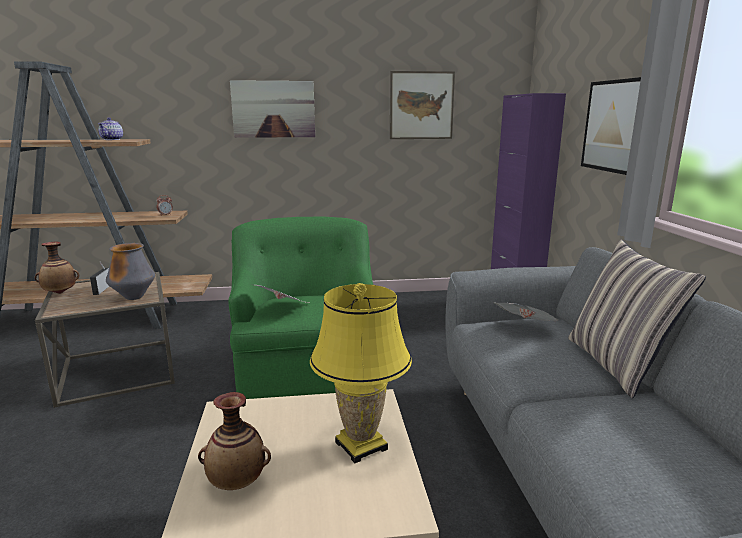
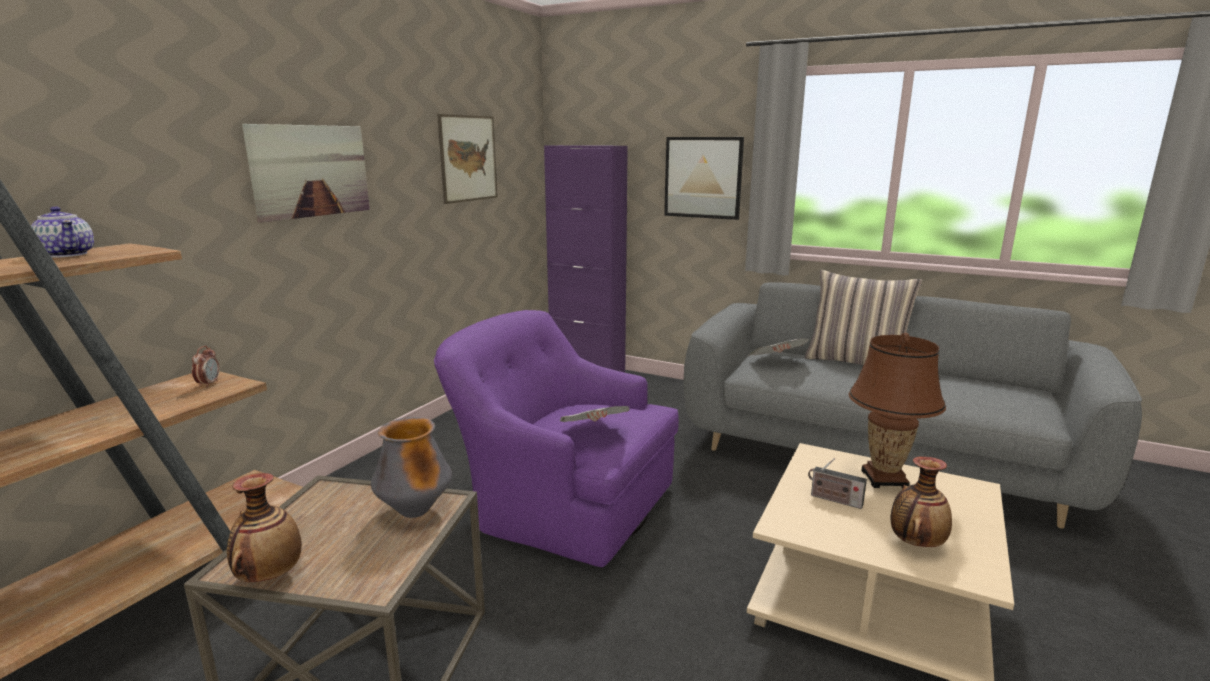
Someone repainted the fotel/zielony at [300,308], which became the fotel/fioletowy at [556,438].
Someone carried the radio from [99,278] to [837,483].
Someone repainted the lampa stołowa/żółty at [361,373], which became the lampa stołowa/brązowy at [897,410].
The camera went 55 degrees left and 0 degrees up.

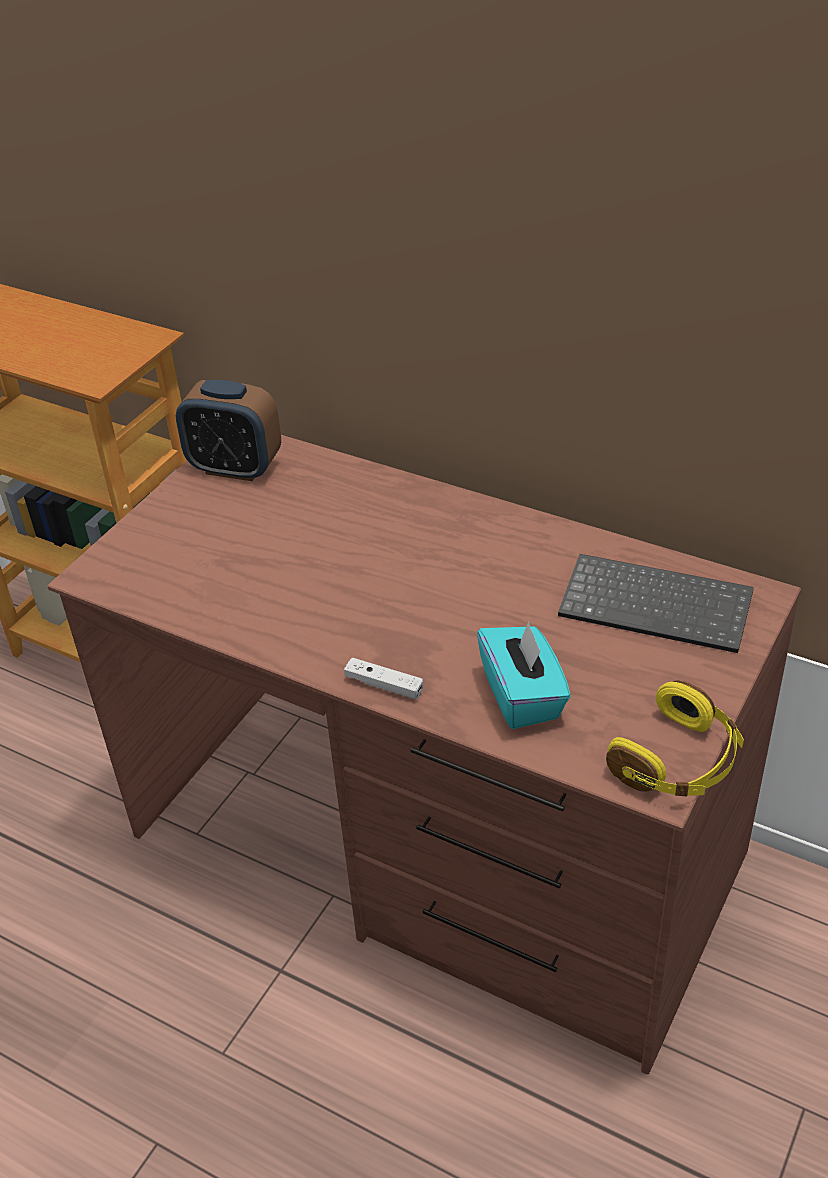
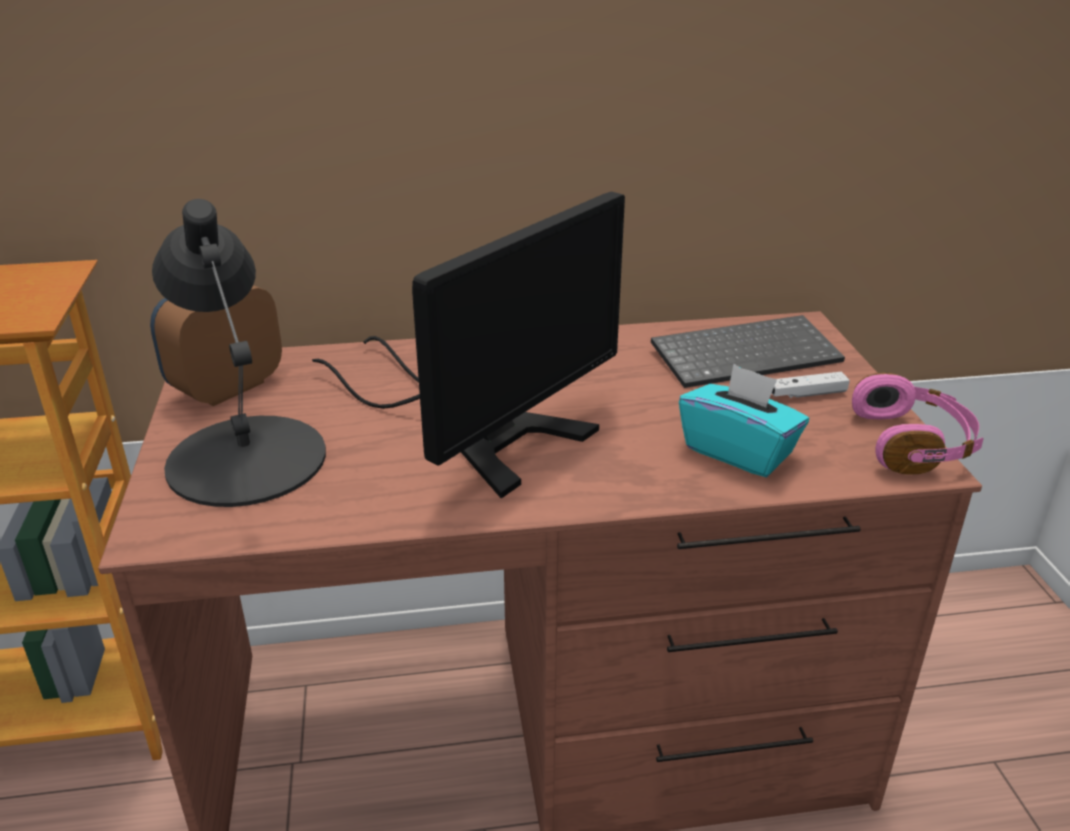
Someone rotated the budzik at [228,430] by 150 degrees clockwise.
Someone put down the lampa stołowa/czarny at [239,353].
Someone put down the monitor at [468,344].
Someone carried the pad do gier/biały from [383,678] to [810,385].
Someone repainted the słuchawki/żółty at [675,738], which became the słuchawki/różowy at [918,424].
The camera went 40 degrees left and 10 degrees down.

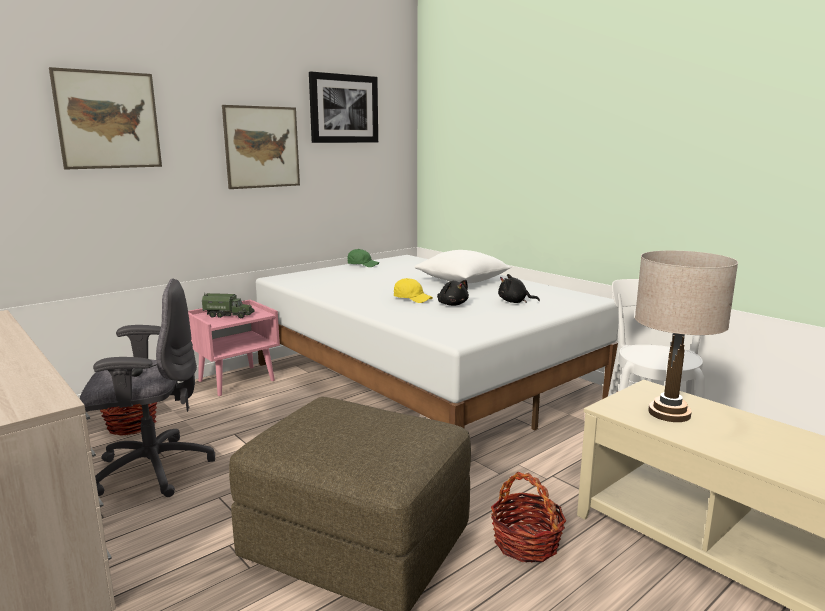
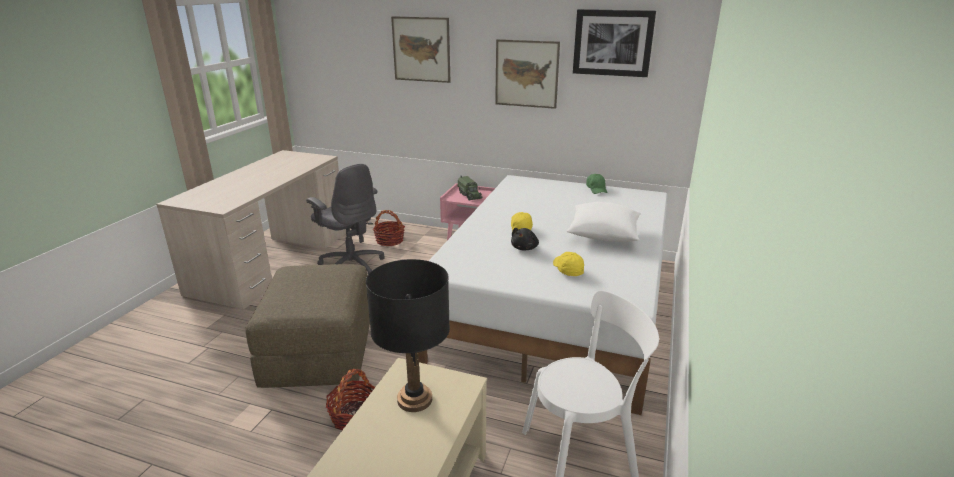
Someone repainted the lampa stołowa/beżowy at [686,336], which became the lampa stołowa/czarny at [408,335].
Someone swapped the pluszak/czarny at [519,288] for the czapka z daszkiem/żółty at [568,264].
The camera went 60 degrees right and 10 degrees up.

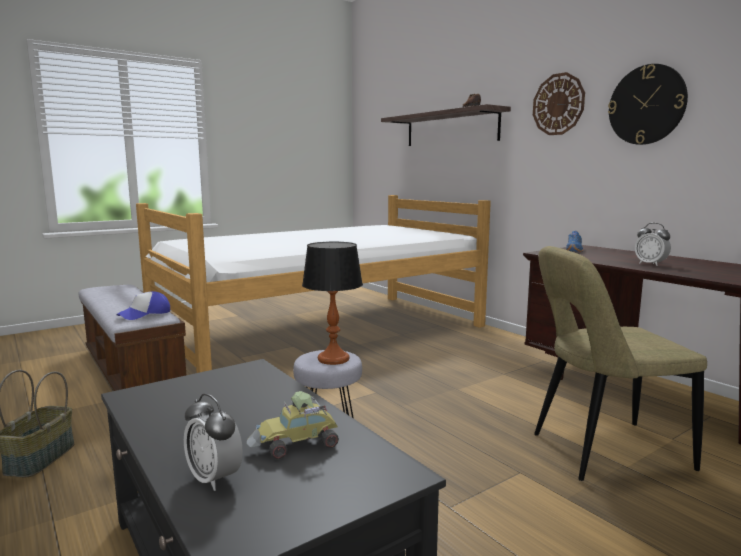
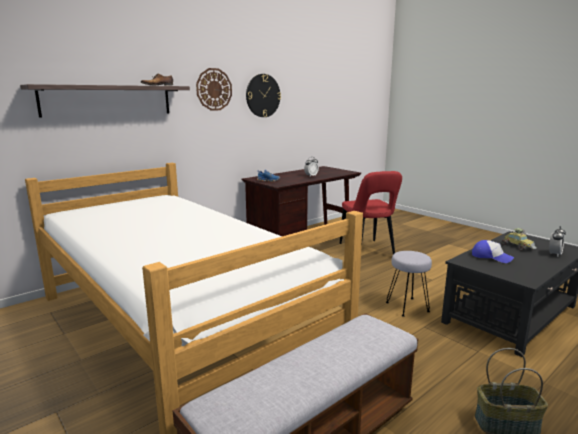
Someone repainted the krzesło/beżowy at [620,363], which became the krzesło/czerwony at [371,212].
Someone carried the czapka z daszkiem from [143,305] to [493,251].
Someone took away the lampa stołowa at [332,303].
The camera went 95 degrees left and 5 degrees up.

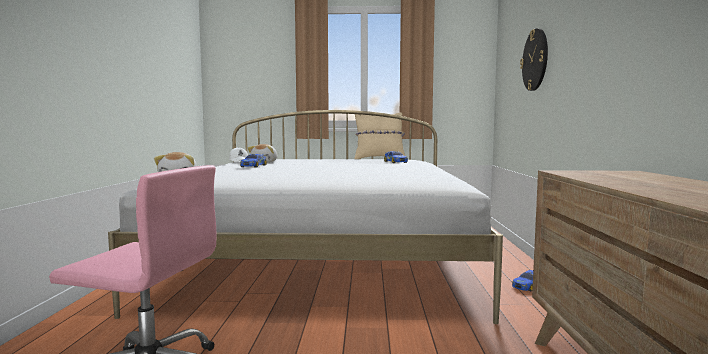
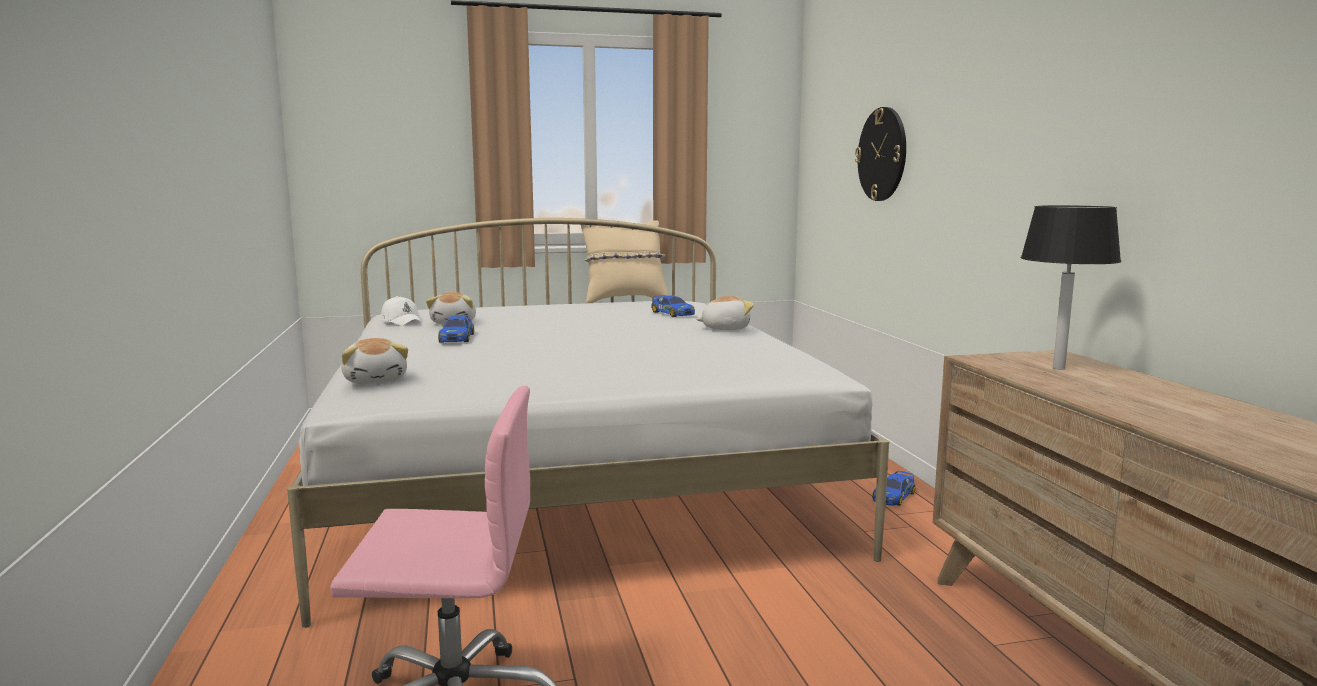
Someone put down the pluszak at [725,313].
Someone put down the lampa stołowa/czarny at [1071,287].
The camera went 15 degrees left and 5 degrees up.

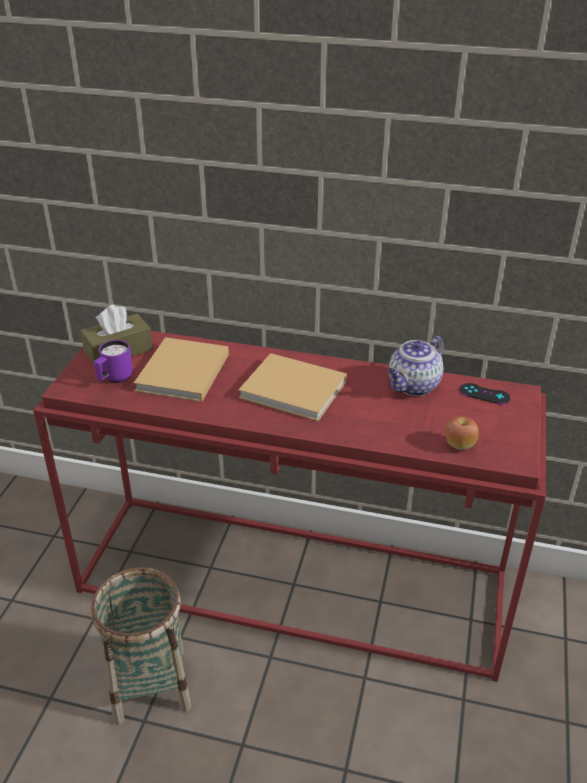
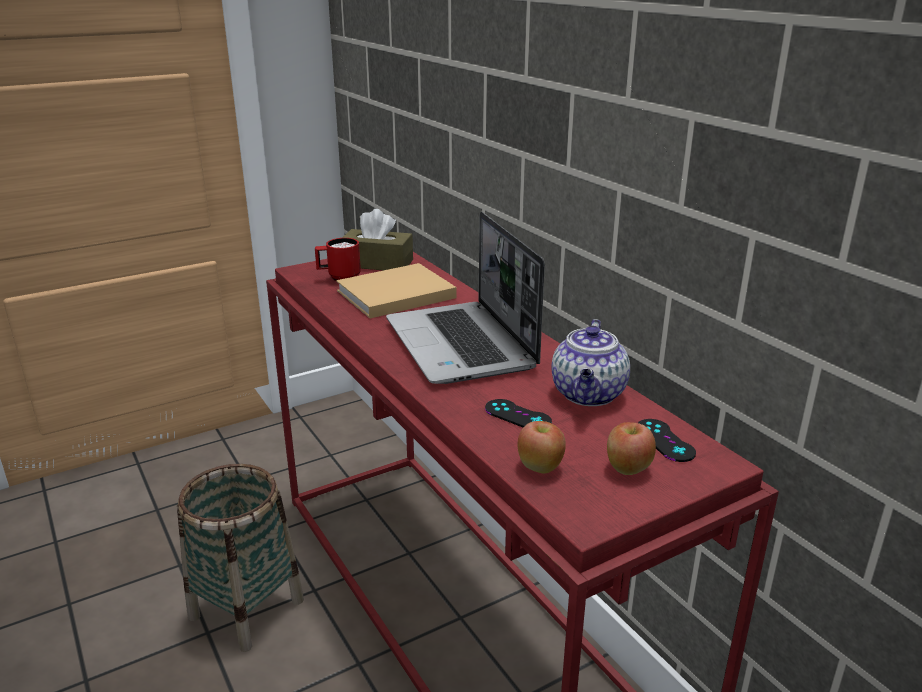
Someone repainted the kubek/fioletowy at [113,361], which became the kubek/czerwony at [338,259].
Someone swapped the książka/beżowy at [292,387] for the laptop at [465,298].
Someone put down the pad do gier/czarny at [518,413].
Someone rotated the imbryk at [416,366] by 75 degrees counterclockwise.
Someone put down the jabłko at [631,448].
The camera went 45 degrees right and 10 degrees down.

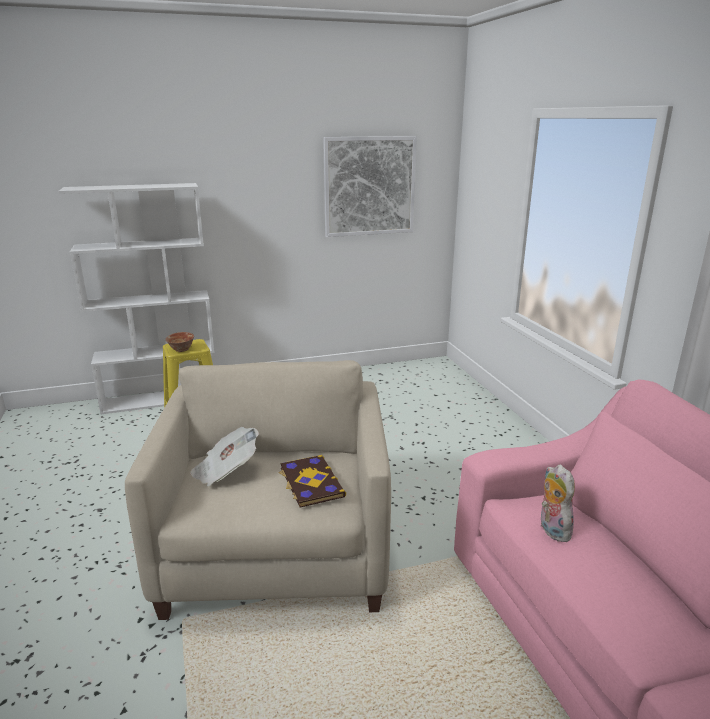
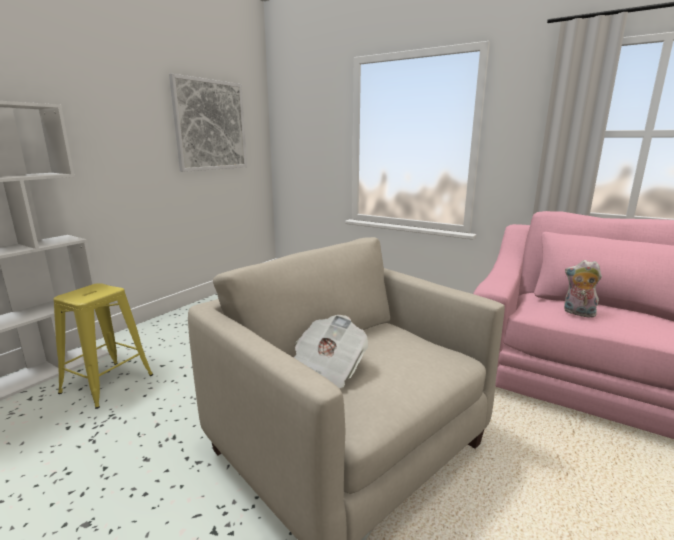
Someone took away the miska at [180,342].
Someone took away the książka at [312,481].
The camera went 40 degrees left and 5 degrees down.

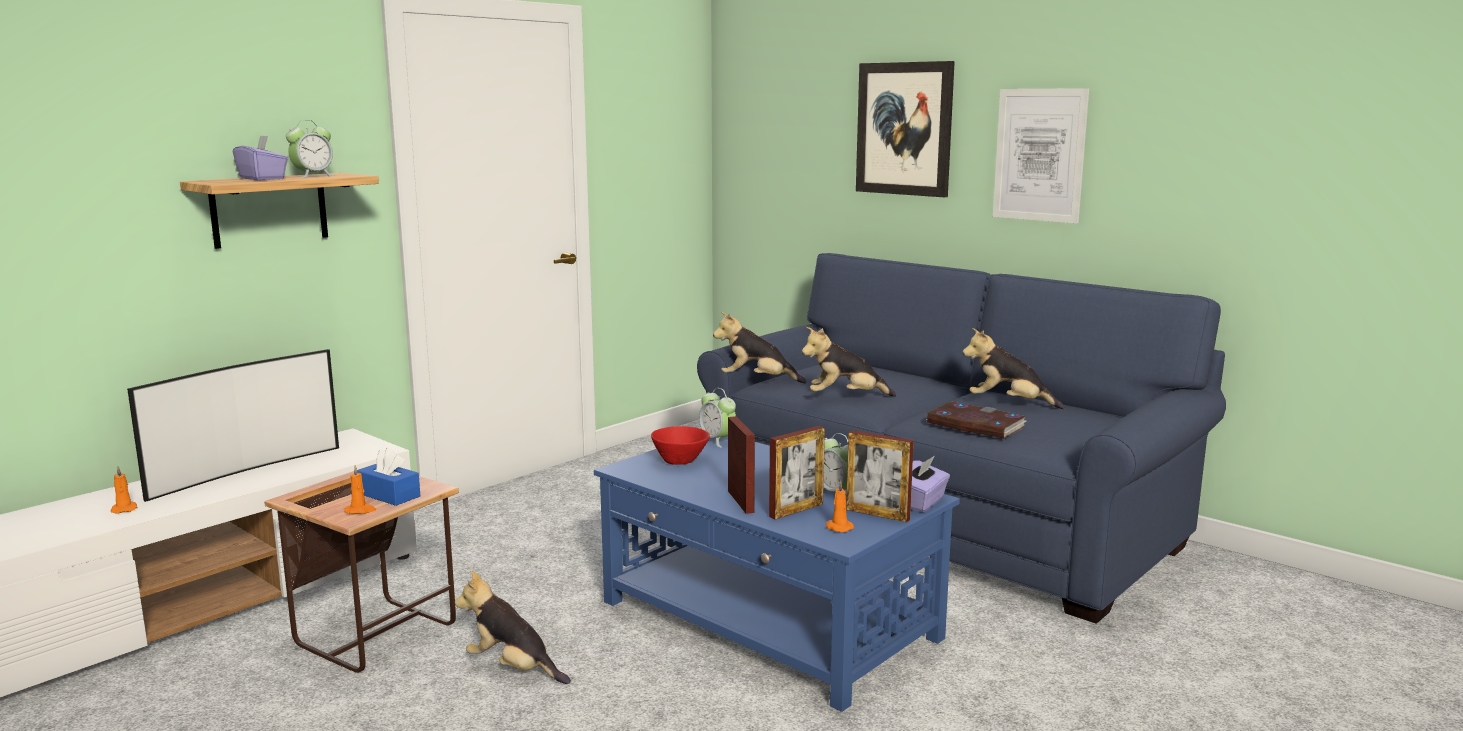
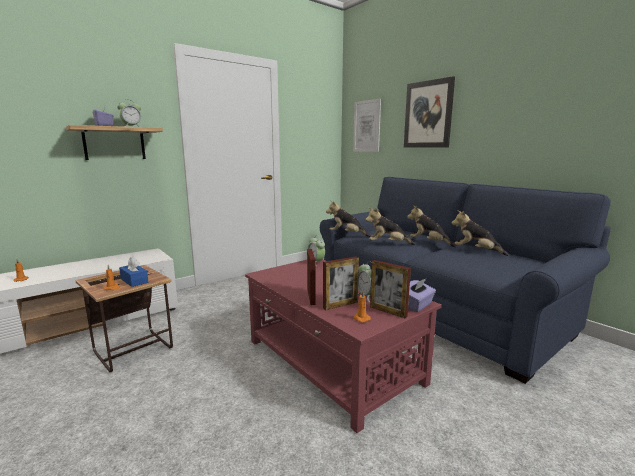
Someone repainted the ława/niebieski at [777,574], which became the ława/czerwony at [343,346].
Someone carried the obraz from [1041,156] to [367,125].
Someone carried the pluszak from [513,627] to [431,226].
Someone took away the telewizor at [233,425].
Someone took away the miska/czerwony at [680,445].
Someone took away the książka at [976,419].
The camera went 10 degrees right and 0 degrees up.

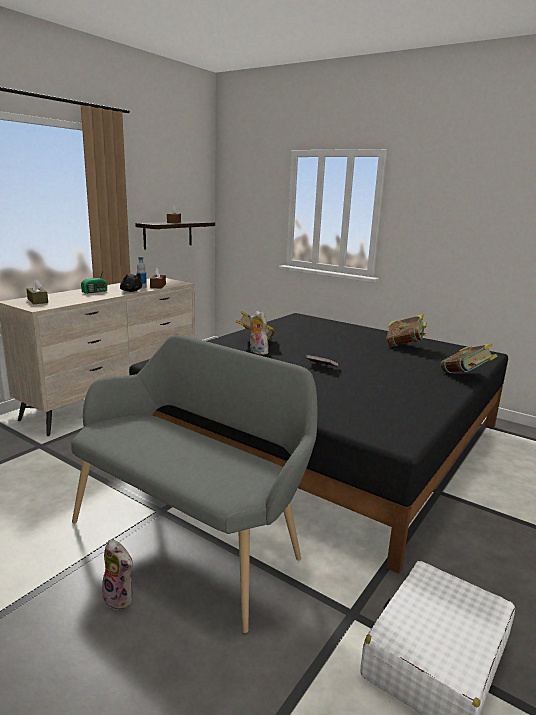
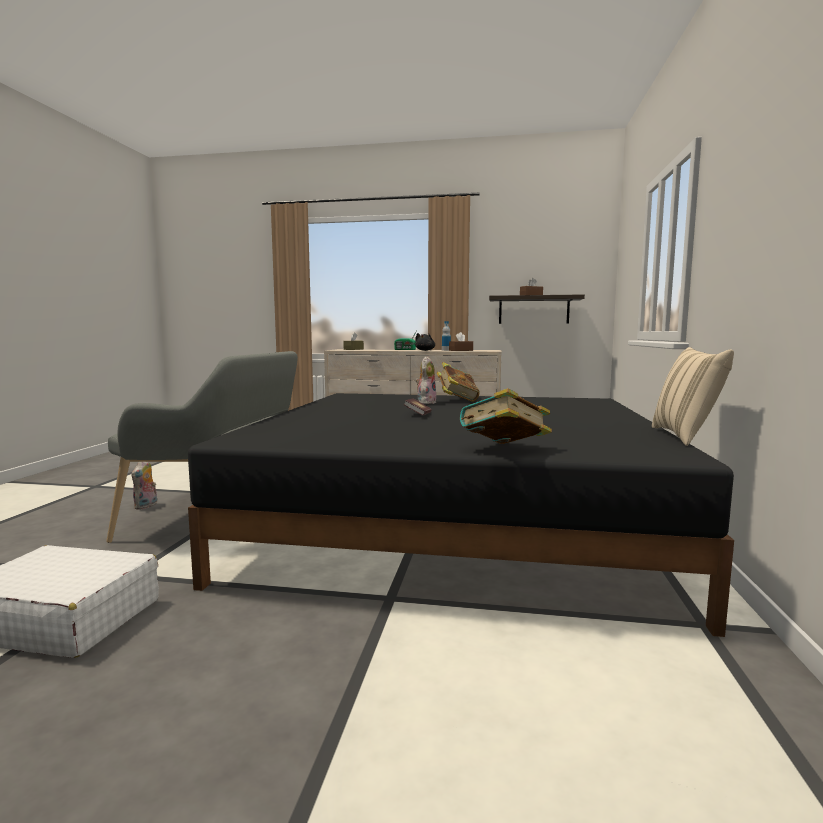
Someone put down the poduszka/beżowy at [693,396].
Someone took away the książka at [406,330].
The camera went 65 degrees right and 10 degrees down.

